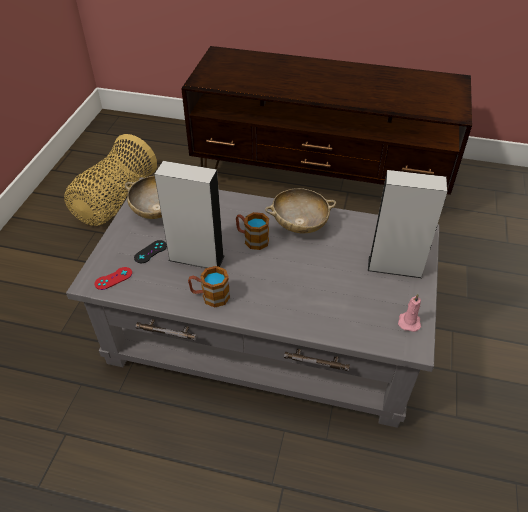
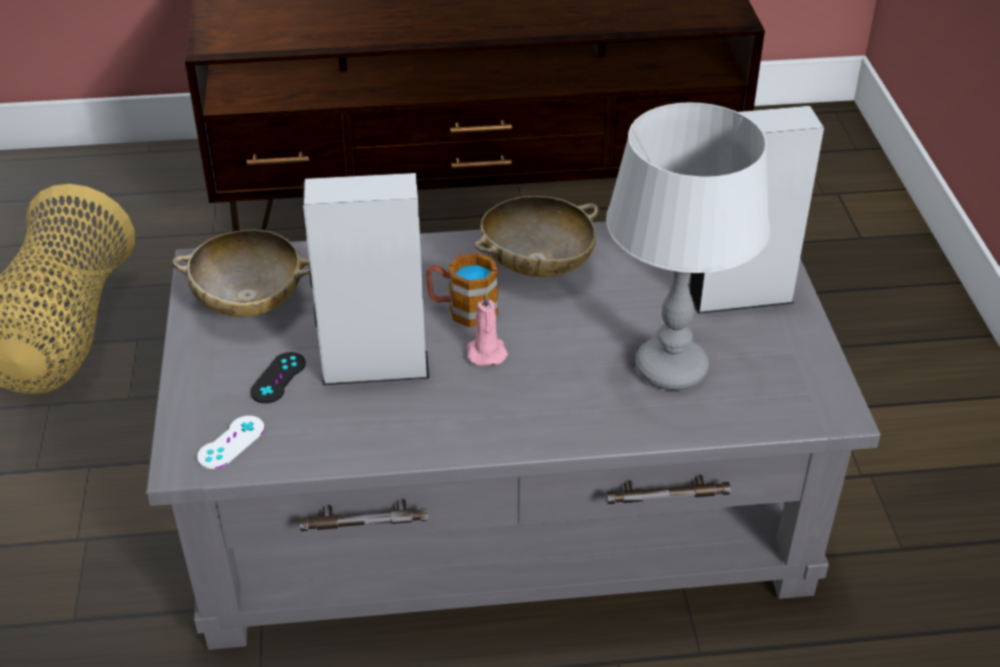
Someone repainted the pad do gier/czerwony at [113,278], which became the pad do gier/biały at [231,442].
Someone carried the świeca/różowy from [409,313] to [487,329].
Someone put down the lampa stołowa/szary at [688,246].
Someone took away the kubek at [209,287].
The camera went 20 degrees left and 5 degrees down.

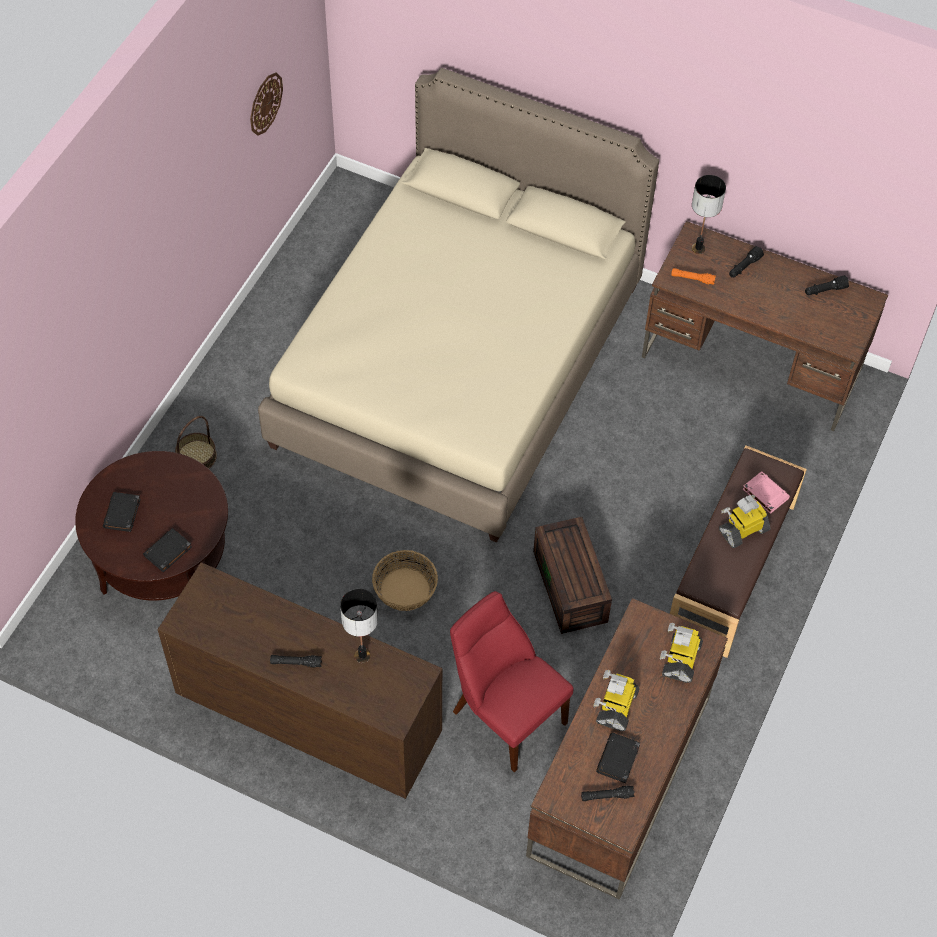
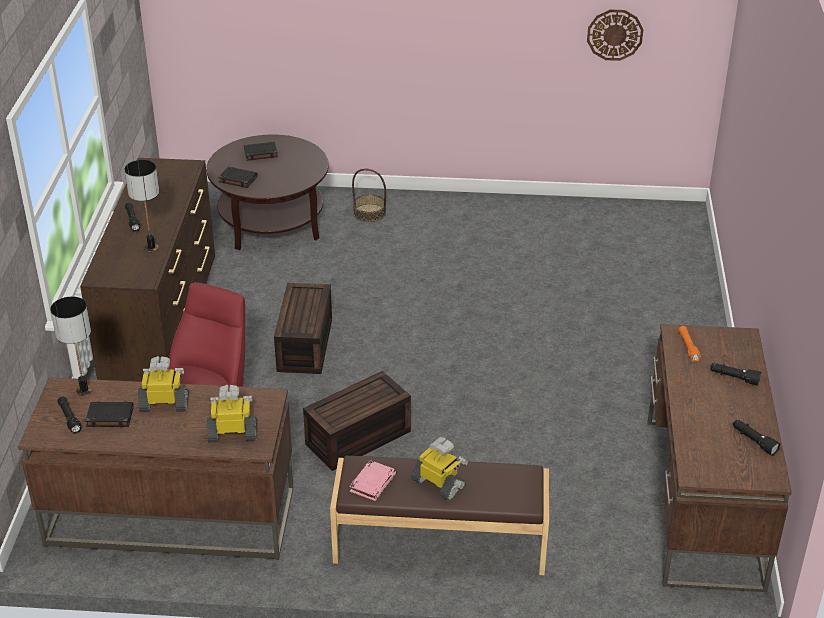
Someone carried the lampa stołowa from [709,214] to [71,346].
Someone swapped the koszyk at [405,580] for the pojemnik do przechowywania/brązowy at [303,328].
Someone carried the książka/różowy from [766,492] to [373,480].
Someone took away the łóżko/beżowy at [458,305].
The camera went 70 degrees right and 20 degrees down.

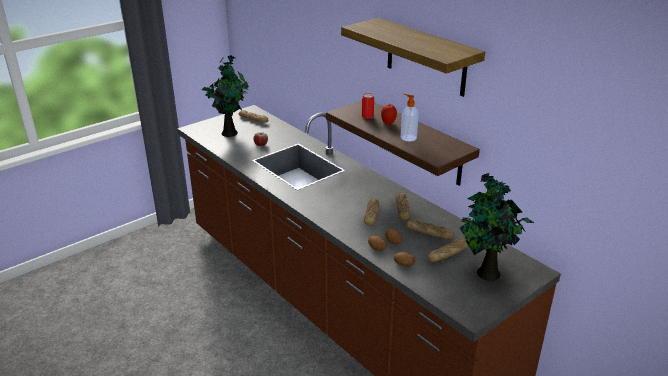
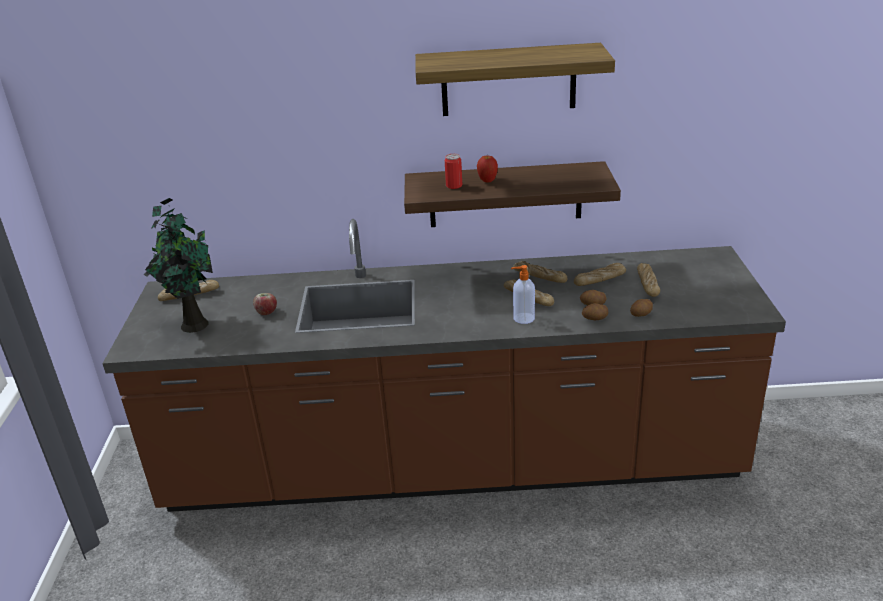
Someone carried the dozownik mydła from [410,117] to [523,294].
Someone took away the roślina doniczkowa at [497,227].
The camera went 50 degrees left and 0 degrees up.

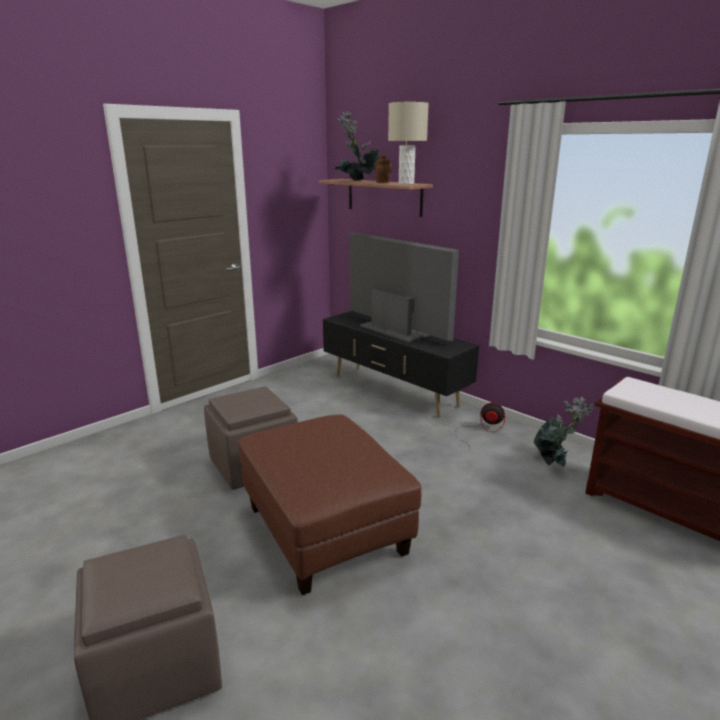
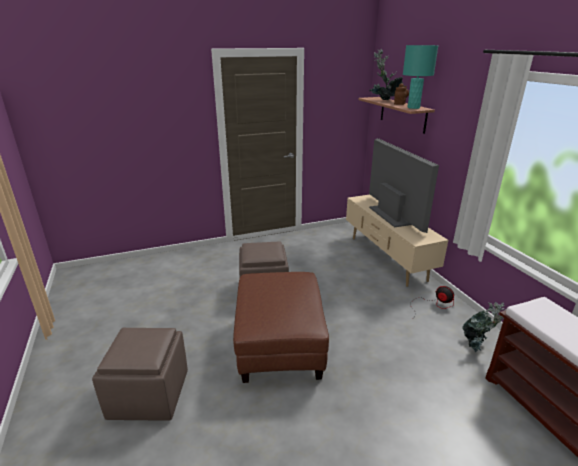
Someone repainted the szafka pod telewizor/czarny at [401,364], which became the szafka pod telewizor/beżowy at [397,241].
Someone repainted the lampa stołowa/beżowy at [408,143], which became the lampa stołowa/turkusowy at [420,77].
The camera went 25 degrees right and 5 degrees up.

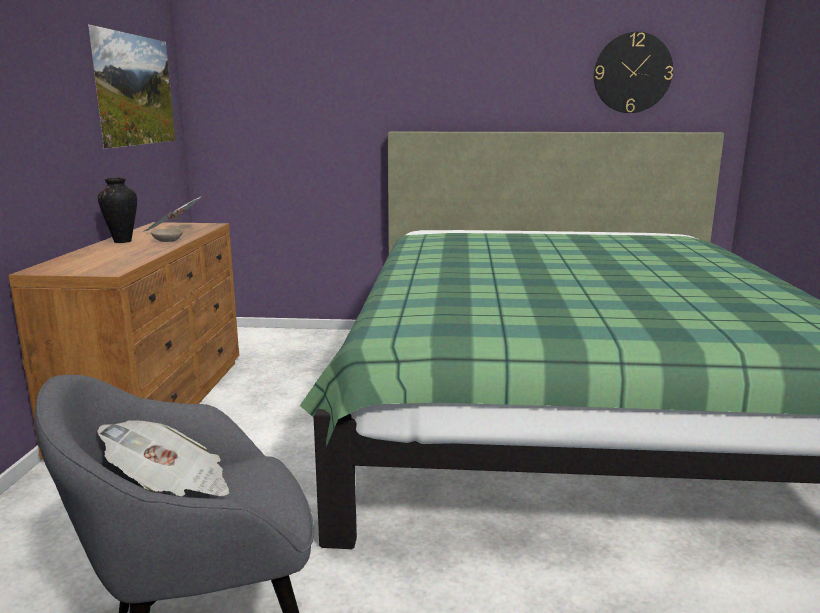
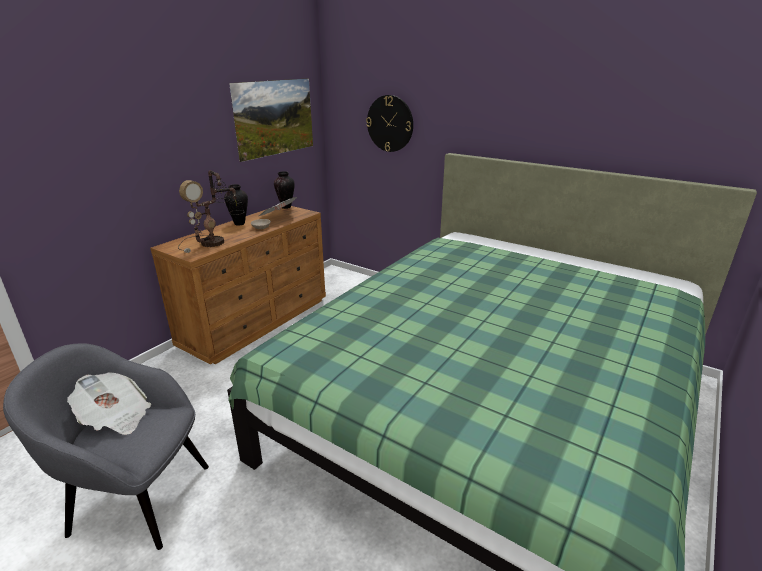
Someone put down the lampa stołowa at [211,211].
Someone put down the wazon at [284,190].
Someone carried the zegar ścienny from [633,72] to [389,123].
The camera went 30 degrees right and 10 degrees up.

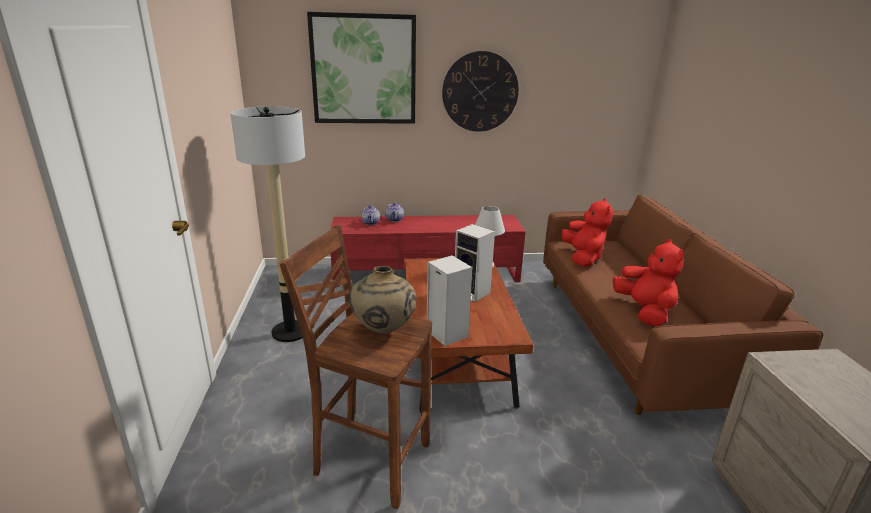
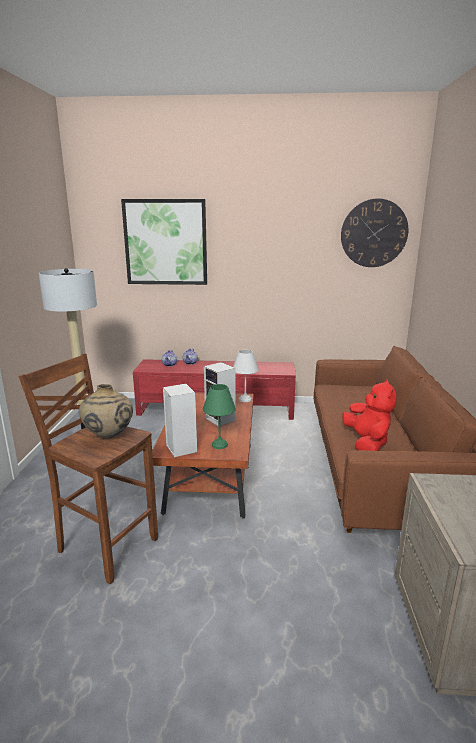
Someone put down the lampa stołowa/zielony at [219,416].
Someone carried the zegar ścienny from [480,91] to [374,232].
Someone took away the pluszak/czerwony at [587,232].
The camera went 10 degrees right and 5 degrees down.

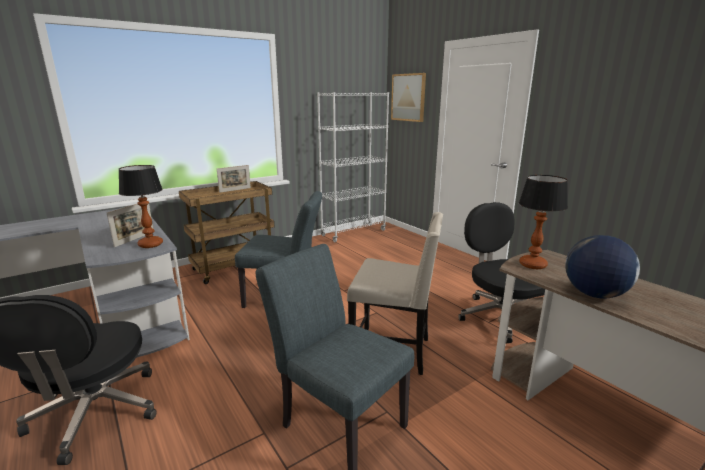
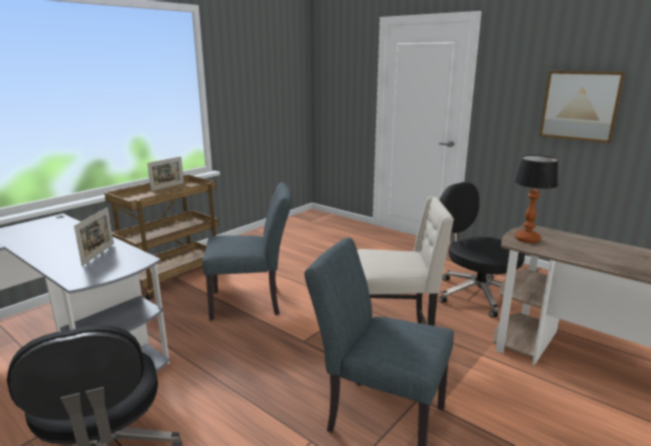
Someone carried the obraz from [408,97] to [582,107].
Someone took away the lampa stołowa at [141,206].
Someone took away the regał/biały at [353,167].
Someone took away the globus at [602,266].
The camera went 15 degrees left and 0 degrees up.

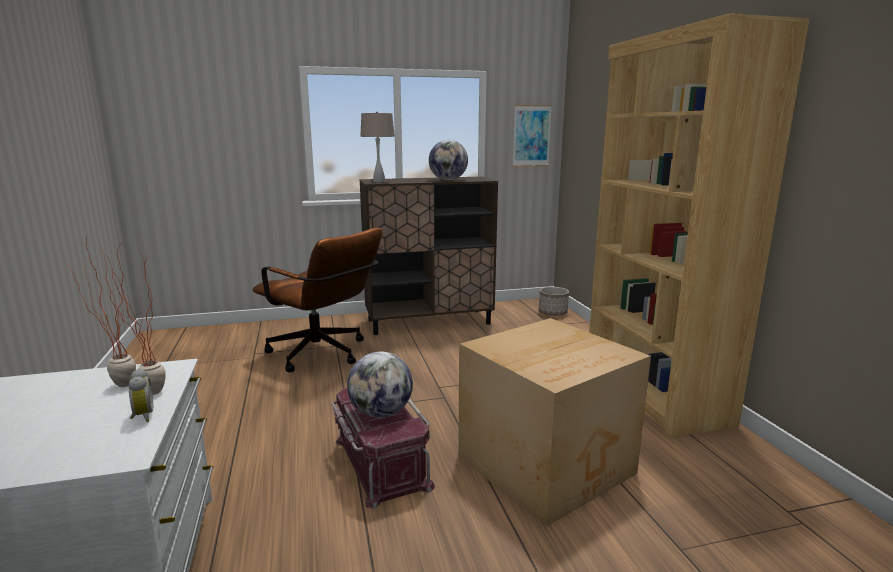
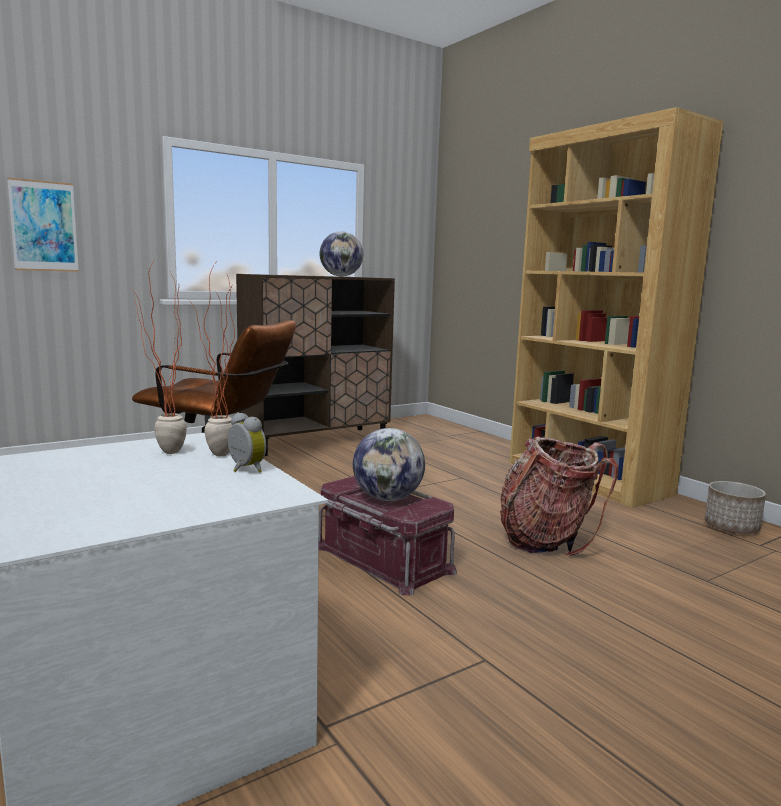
Someone carried the obraz from [532,136] to [43,224].
Someone swapped the karton at [554,422] for the plecak at [559,496].
Someone carried the donica from [554,301] to [735,507].
Someone took away the lampa stołowa/beżowy at [377,146].
The camera went 20 degrees left and 5 degrees down.

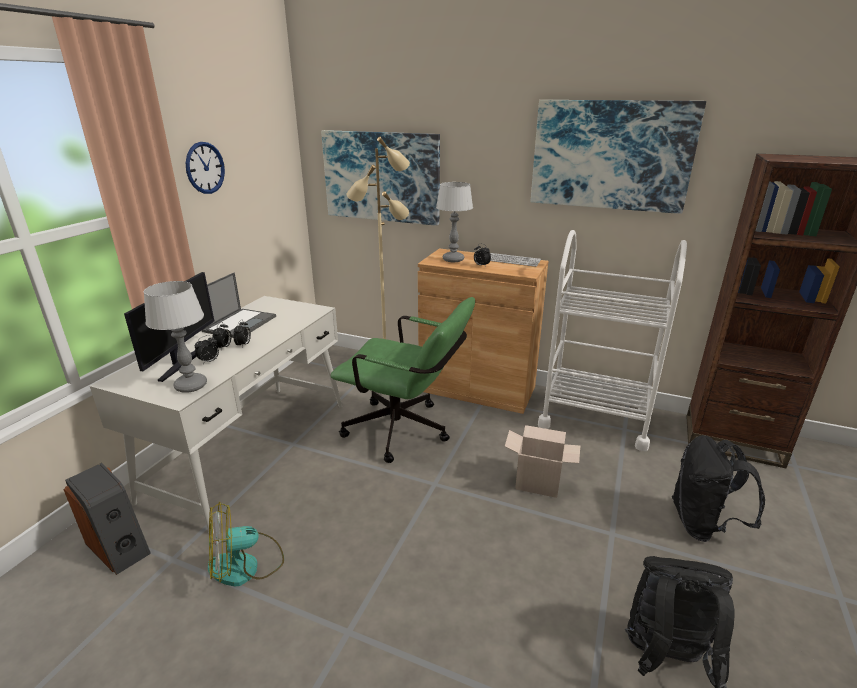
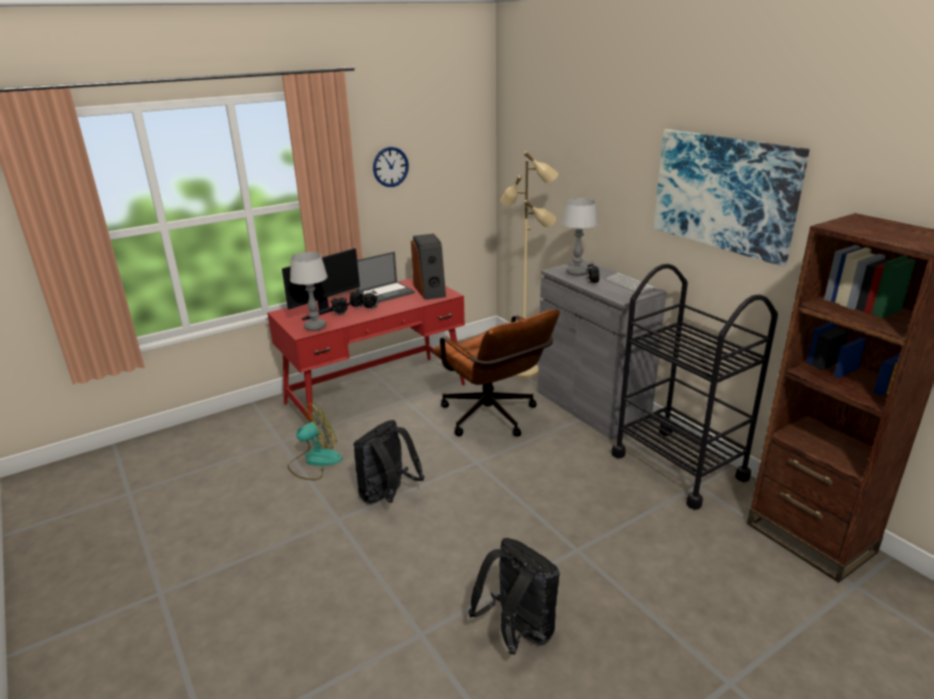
Someone repainted the biurko/biały at [216,415], which became the biurko/czerwony at [366,350].
Someone rotated the wentylator at [246,544] by 135 degrees clockwise.
Someone carried the plecak/czarny from [718,488] to [389,462].
Someone carried the głośnik from [107,519] to [428,267].
Someone repainted the krzesło biurowe/zielony at [402,380], which became the krzesło biurowe/brązowy at [496,373].
Someone repainted the szafka/brązowy at [483,331], which became the szafka/szary at [602,349].
Someone repainted the wózek/biały at [612,340], which became the wózek/czarny at [695,387].
Someone took away the obraz at [380,178].
Someone took away the karton at [542,461].
The camera went 35 degrees right and 0 degrees up.

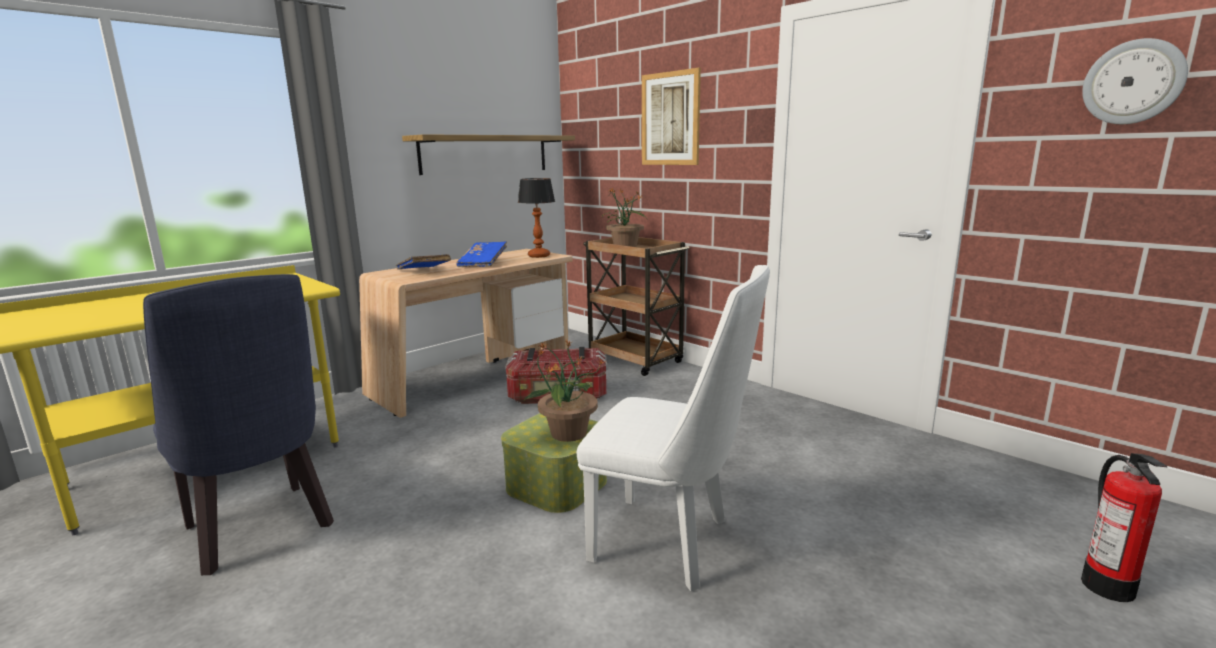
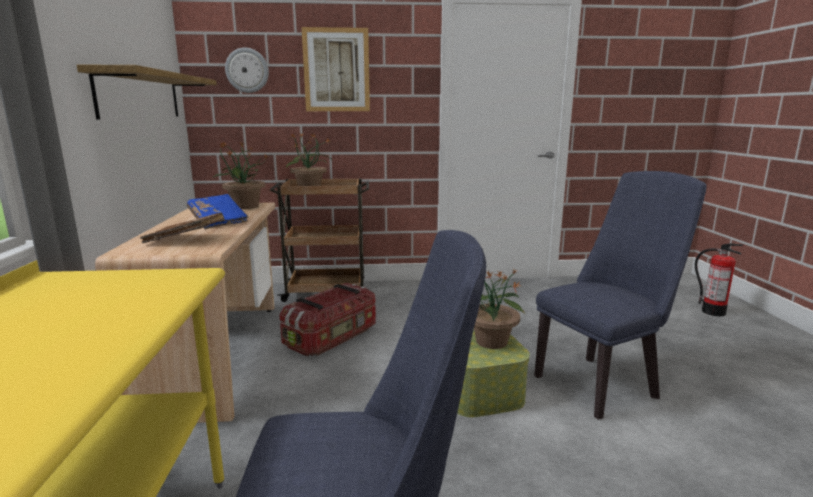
Someone repainted the książka/niebieski at [423,261], which became the książka/brązowy at [182,228].
Someone swapped the lampa stołowa at [536,218] for the roślina doniczkowa at [239,175].
Someone carried the zegar ścienny from [1135,81] to [247,70].
Someone repainted the krzesło/biały at [673,428], which became the krzesło/niebieski at [620,295].
The camera went 50 degrees left and 0 degrees up.

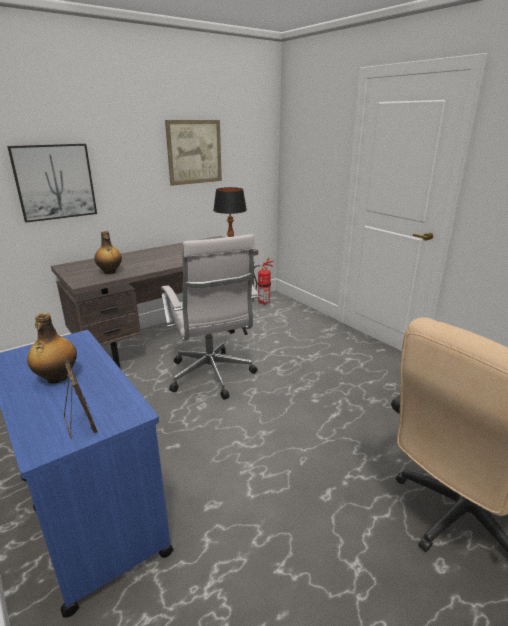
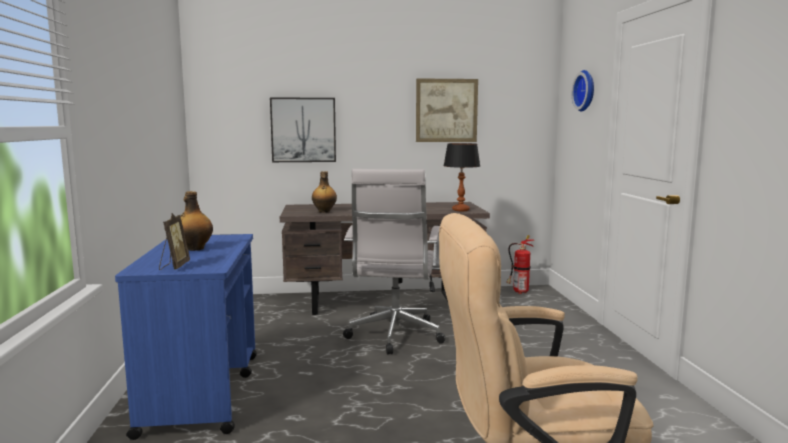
Someone put up the zegar ścienny at [583,91].
The camera went 30 degrees right and 15 degrees down.

